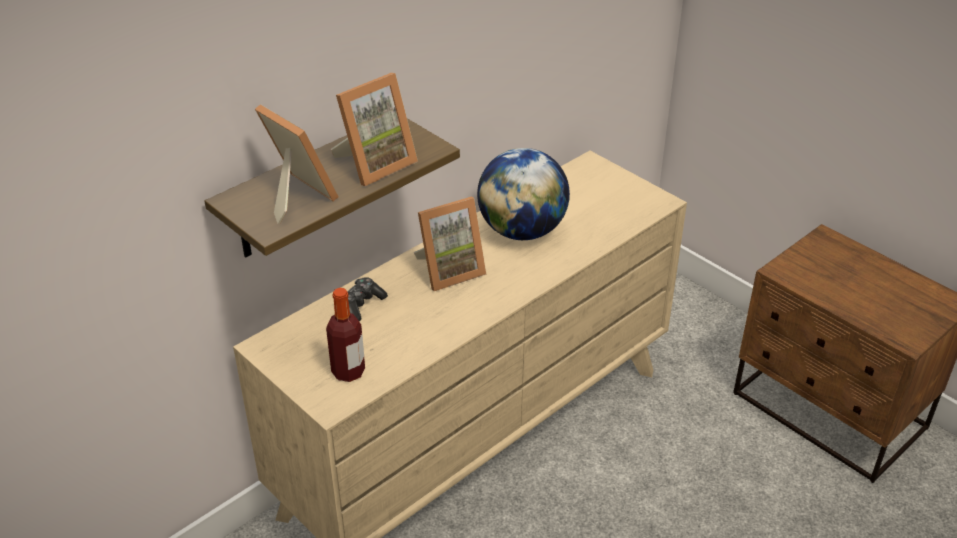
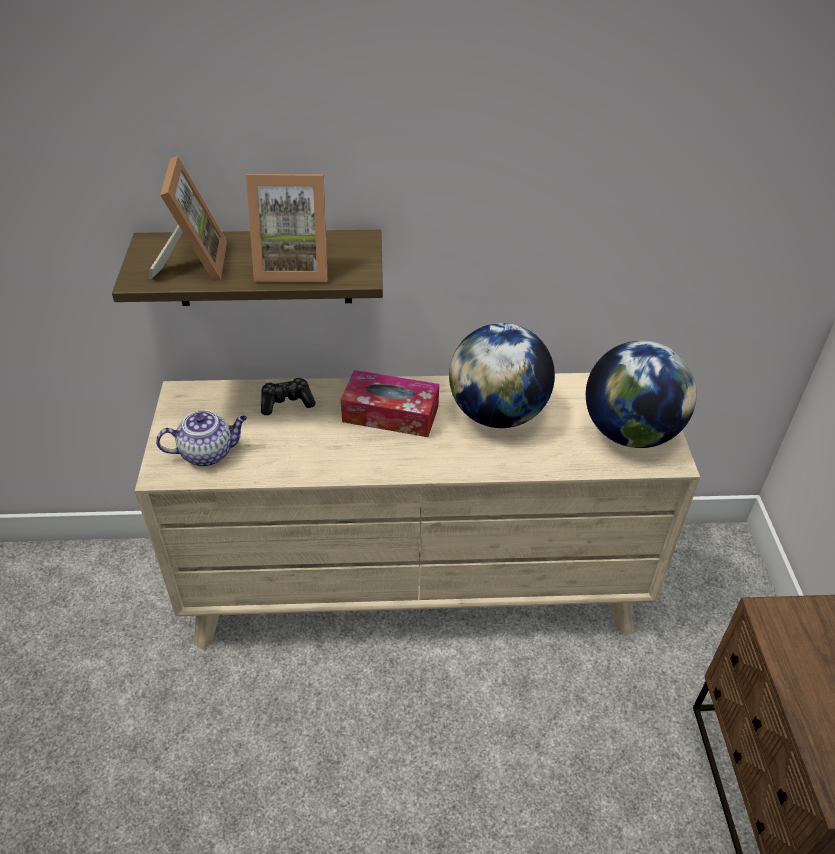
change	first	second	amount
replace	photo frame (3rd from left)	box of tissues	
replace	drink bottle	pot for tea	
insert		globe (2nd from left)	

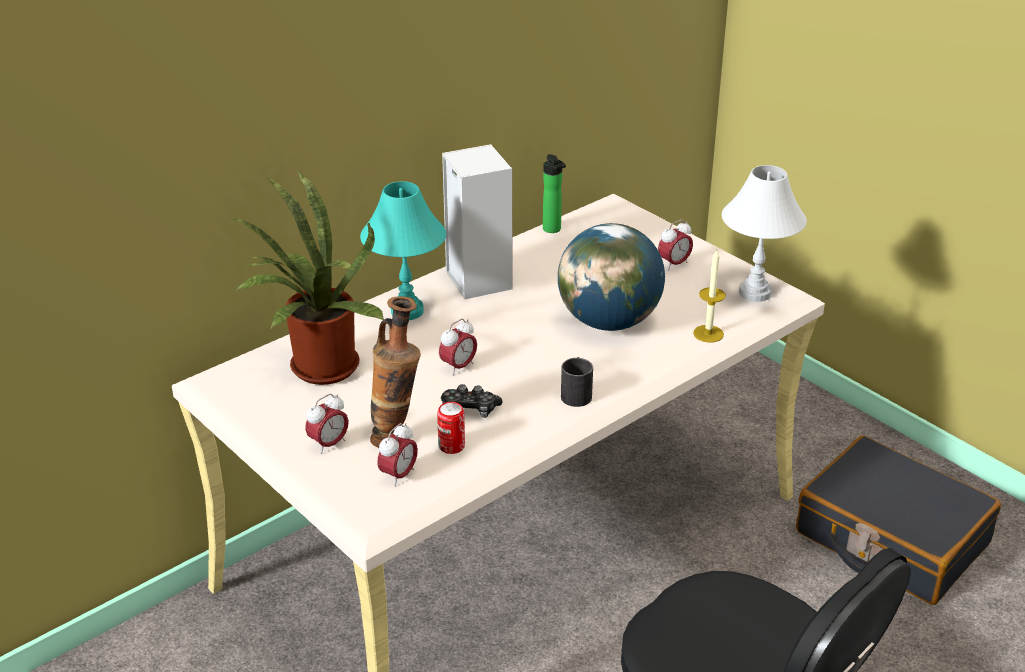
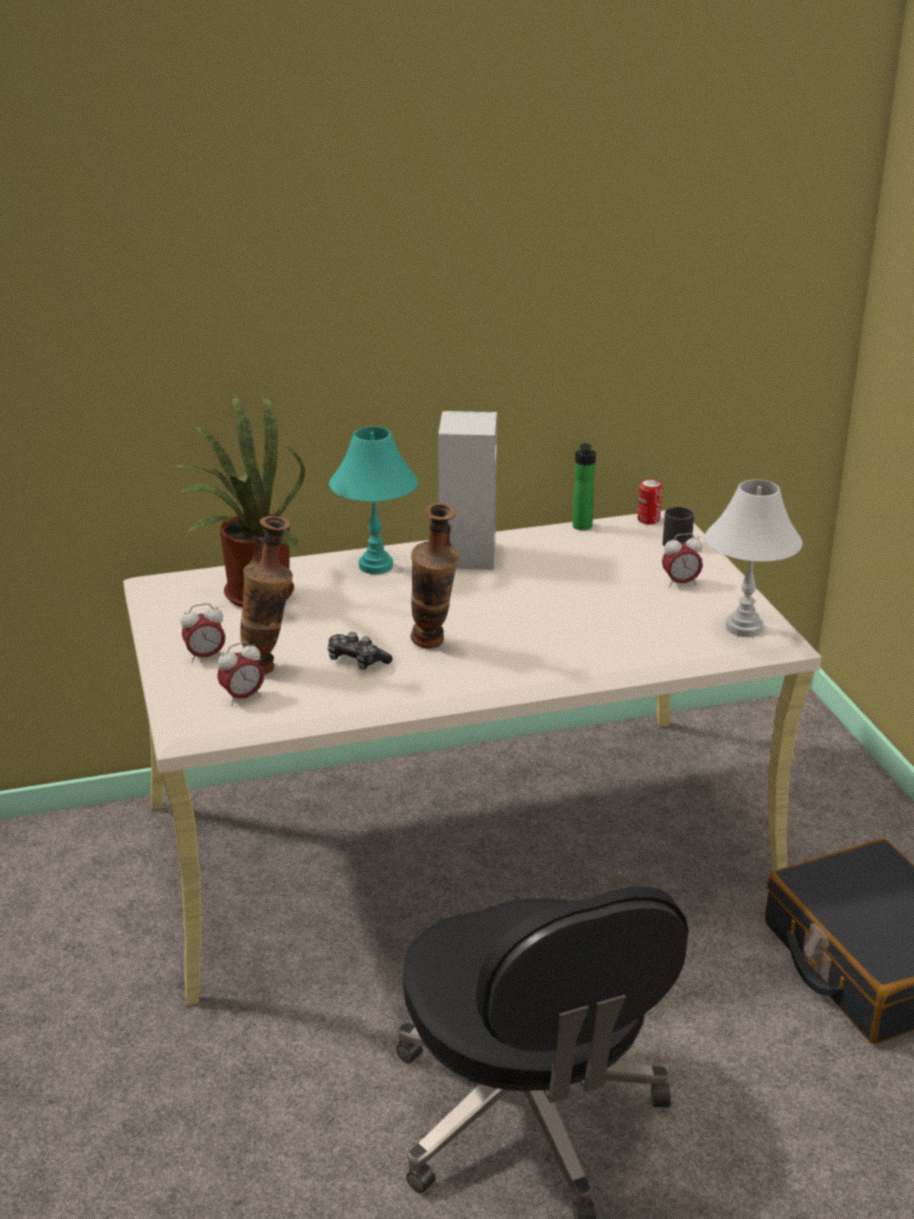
change	first	second	amount
delete	globe		
delete	wax candle		
delete	bedside clock (3rd from left)		
move	coffee mug in black-coloured		
move	metal can		
insert		decorative vase (2nd from left)	

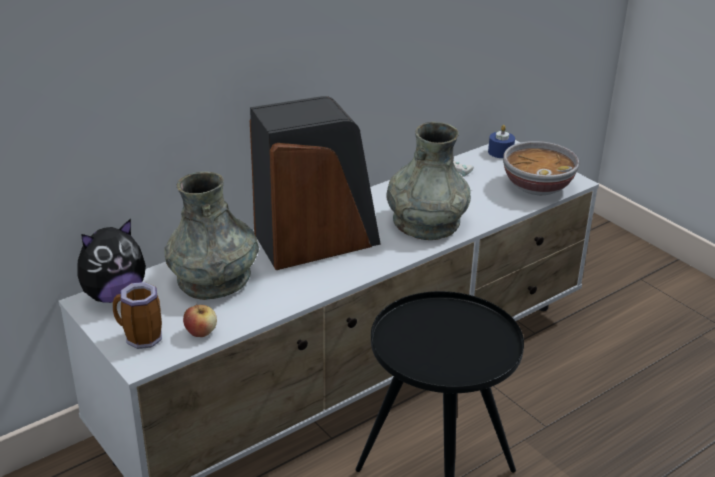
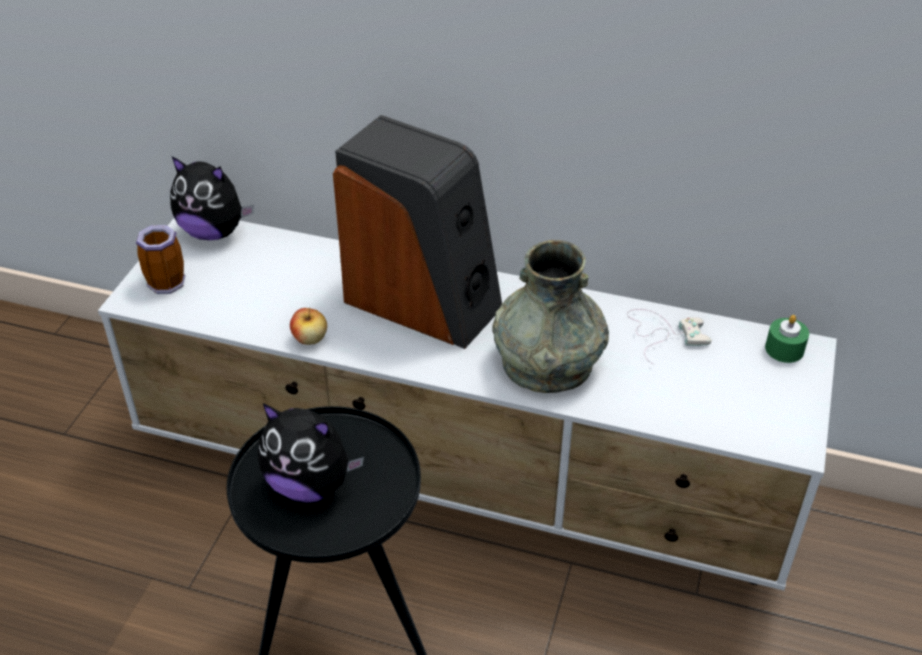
change	first	second	amount
recolor	wax candle in bluish	wax candle in green-coloured	
delete	serving bowl		
delete	decorative vase in greyish (1st from left)		
move	whole apple		
insert		soft toy (2nd from left)	

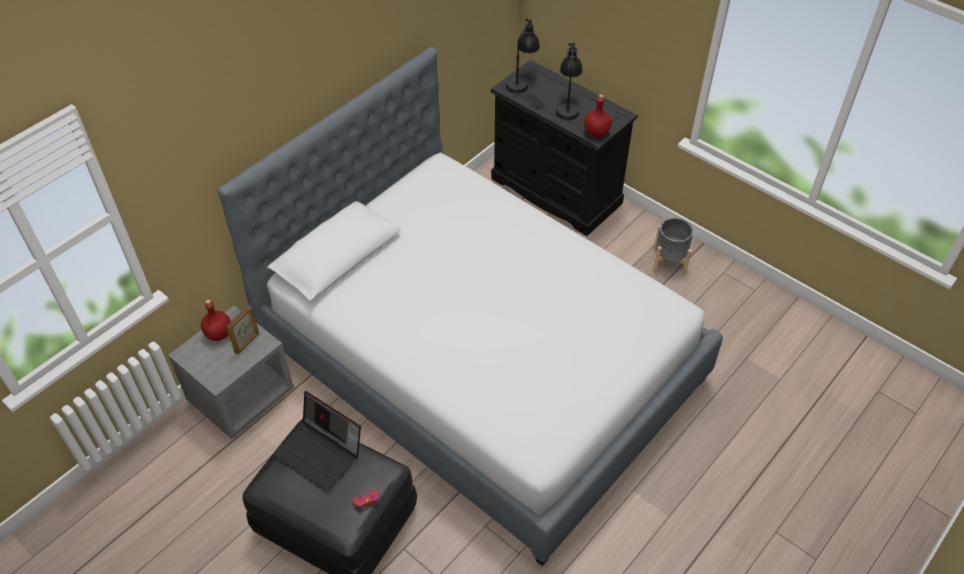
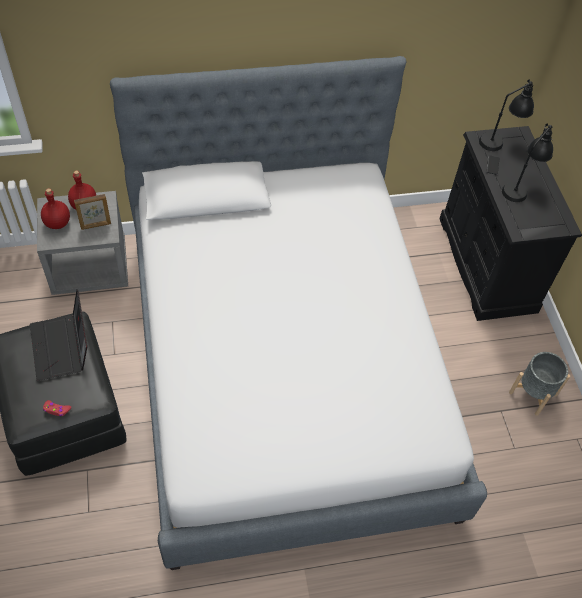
change	first	second	amount
move	drink bottle in red (2nd from left in the first image)	drink bottle in red (1st from left)	

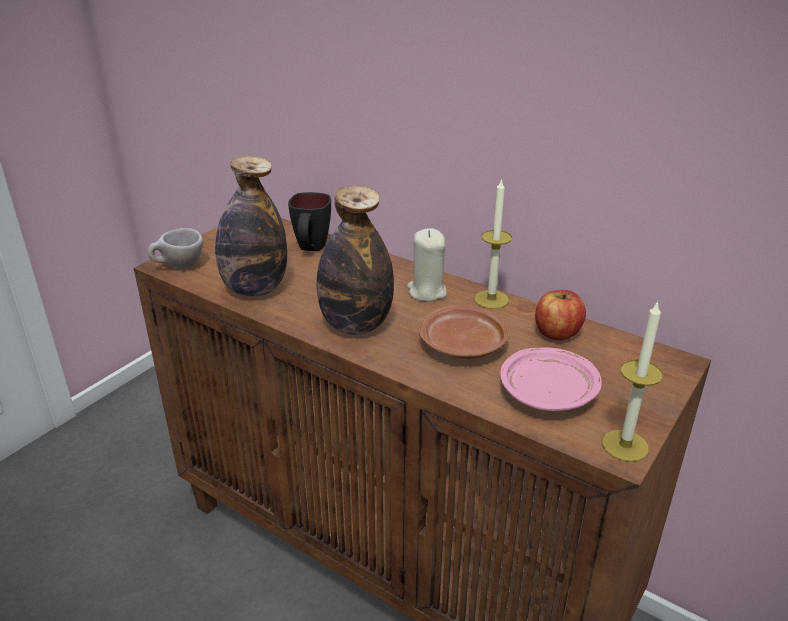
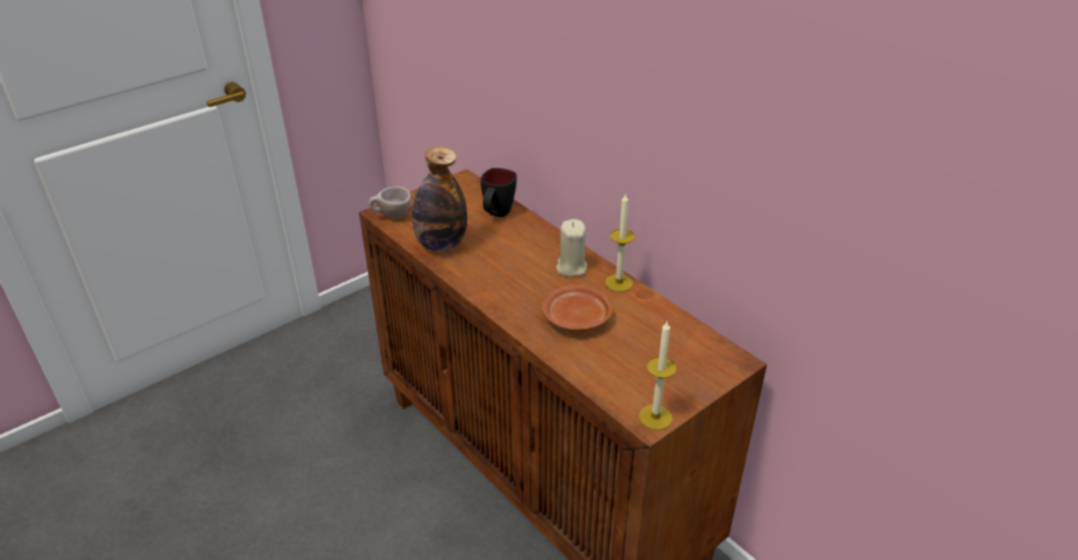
change	first	second	amount
delete	drink bottle (2nd from left)		
delete	whole apple		
delete	flat dish in pink		

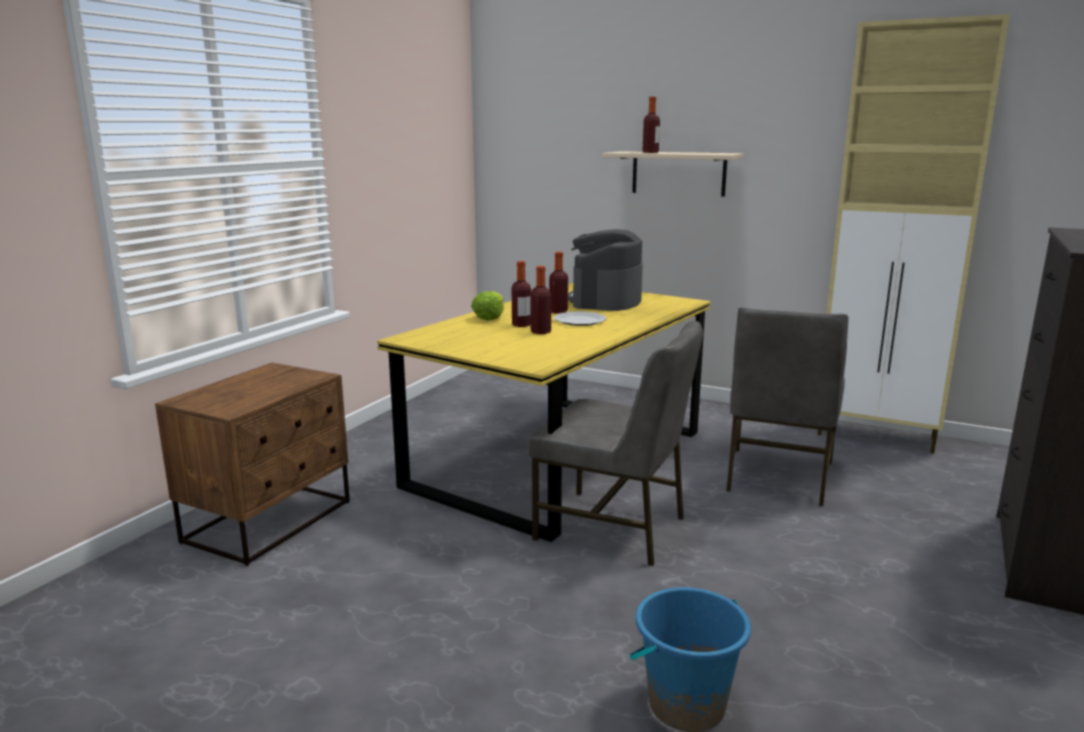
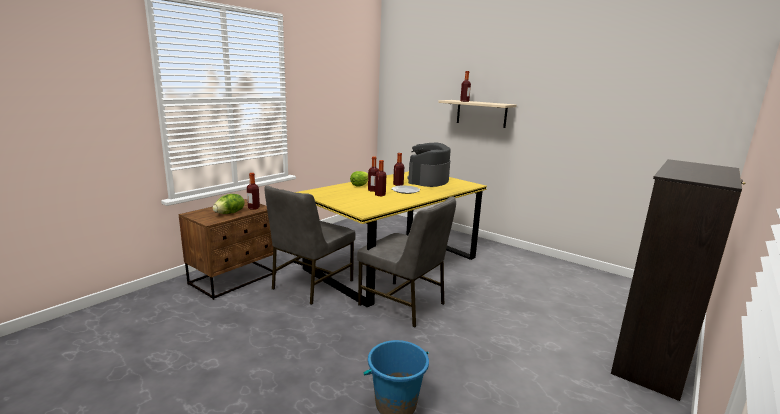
change	first	second	amount
delete	storage cabinet in beige		
move	plain chair in greyish (2nd from left in the first image)	plain chair in greyish (1st from left)	
insert		drink bottle (1st from left)	
insert		lettuce (1st from left)	

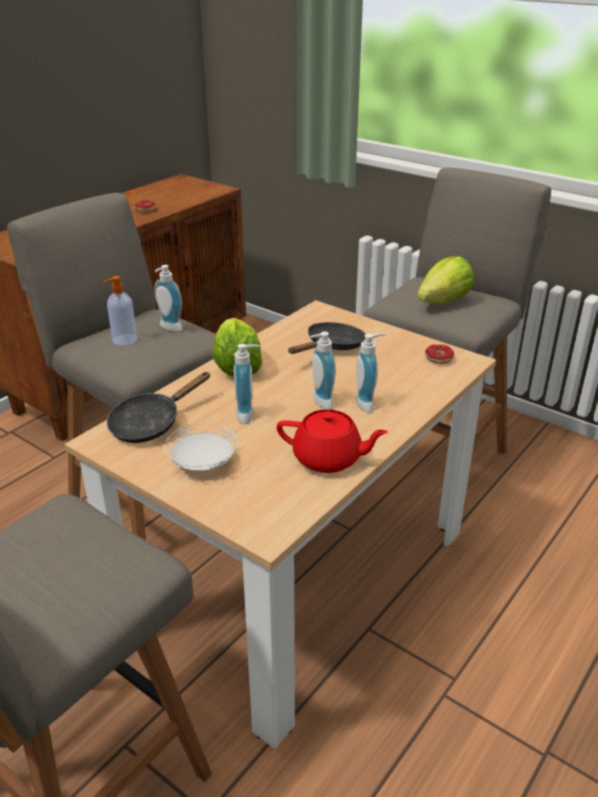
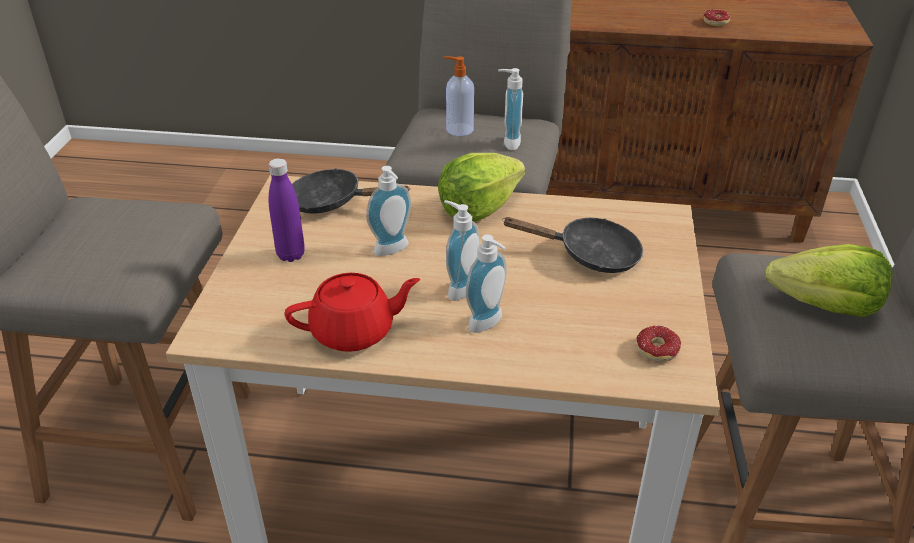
change	first	second	amount
rotate	pot for tea in red		90 degrees counterclockwise
replace	flat dish in whitish	drink bottle in purple	

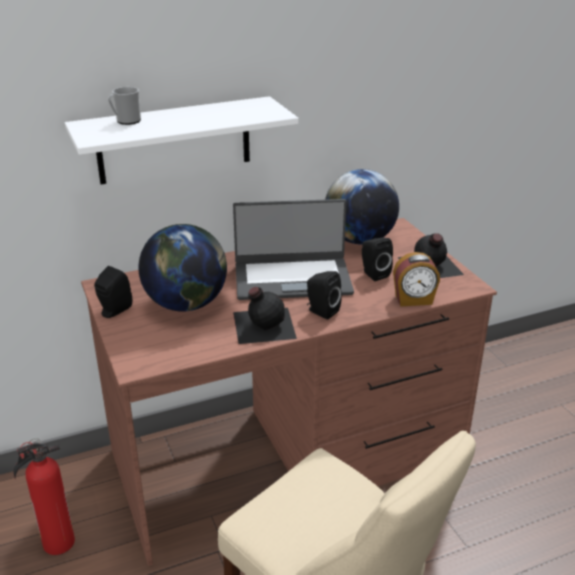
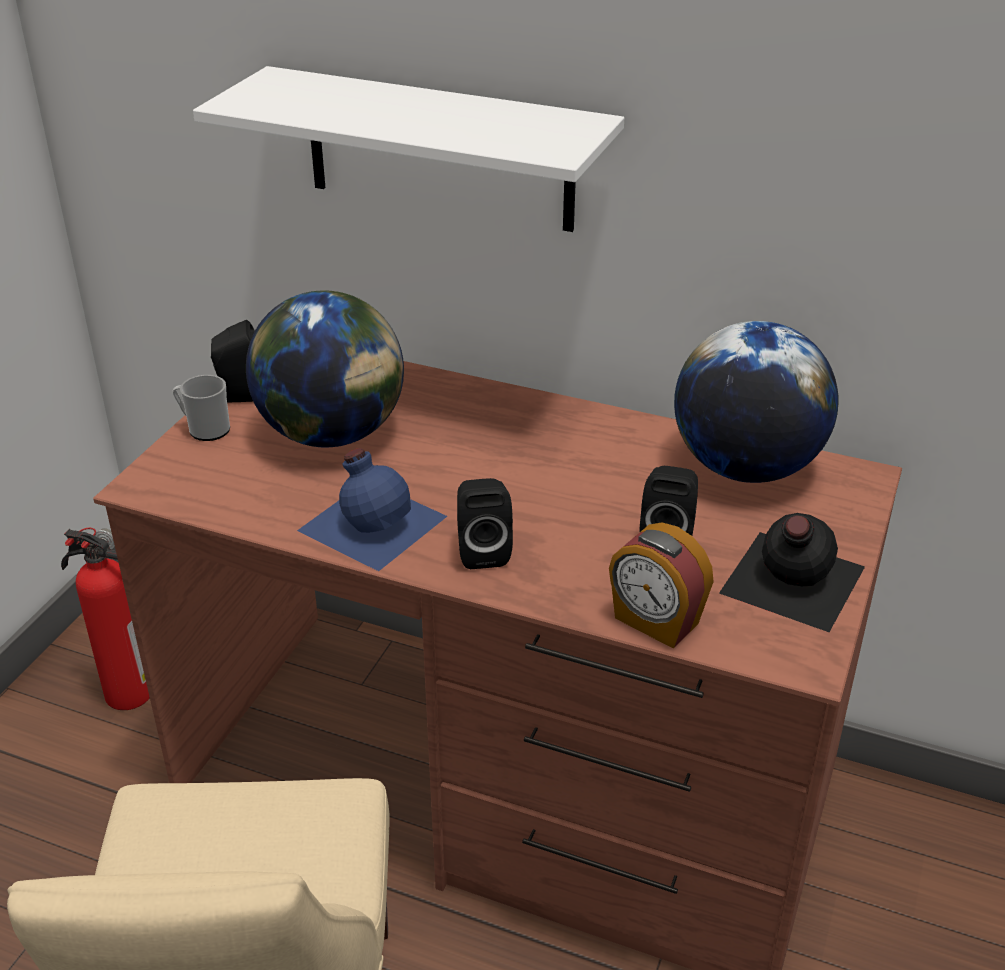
change	first	second	amount
move	coffee mug		
delete	portable computer		
recolor	drink bottle in black-coloured (1st from left)	drink bottle in bluish	

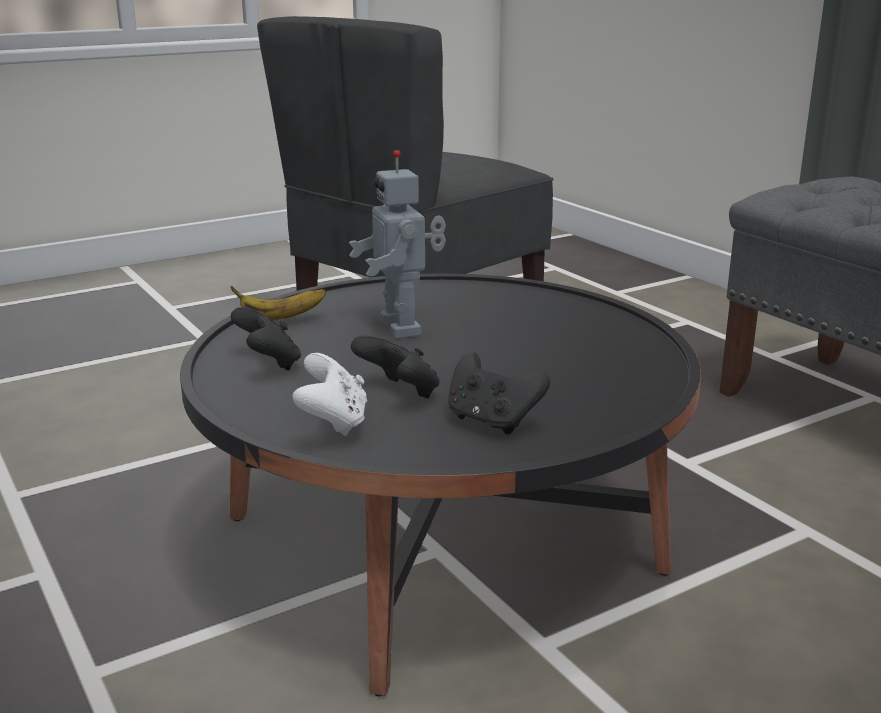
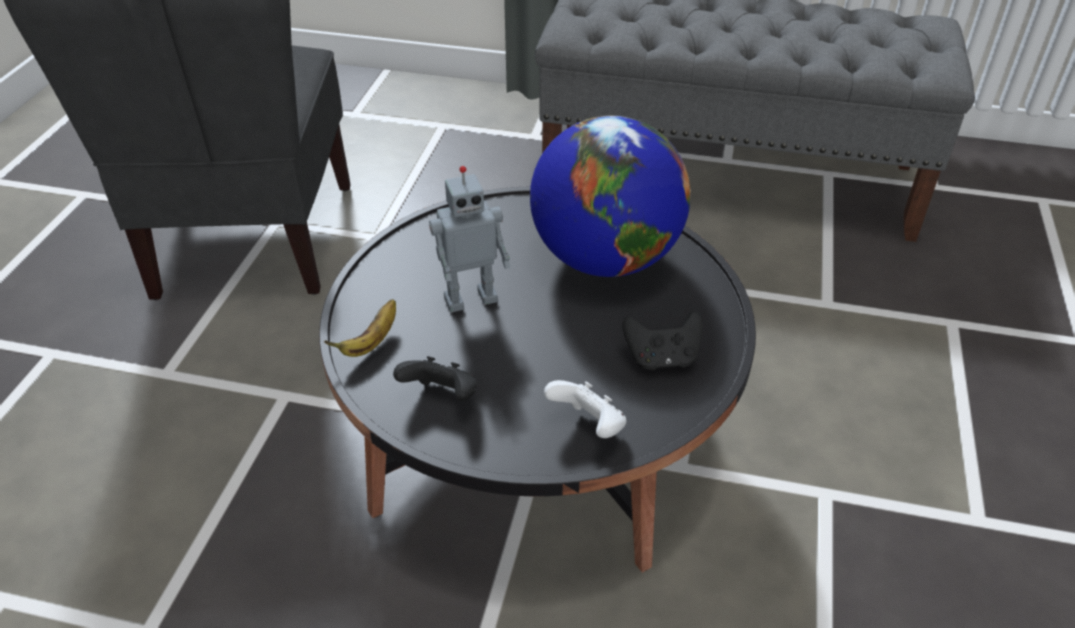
change	first	second	amount
rotate	model robot		45 degrees counterclockwise
delete	game controller in black-coloured (2nd from left)		
insert		globe	

